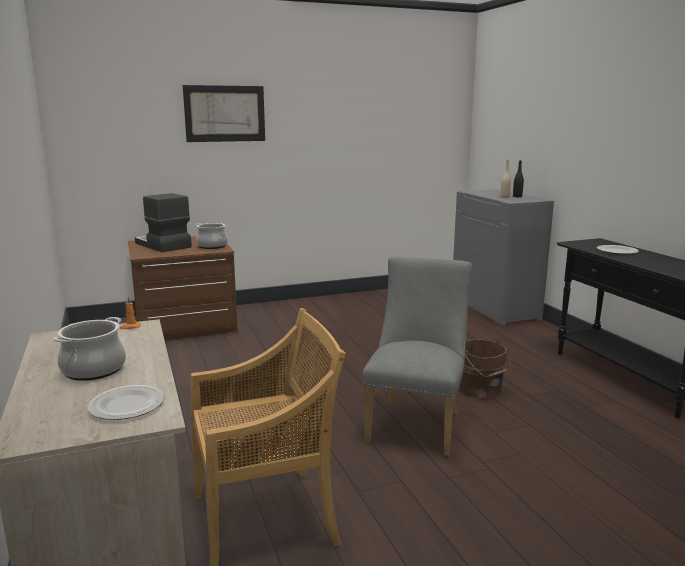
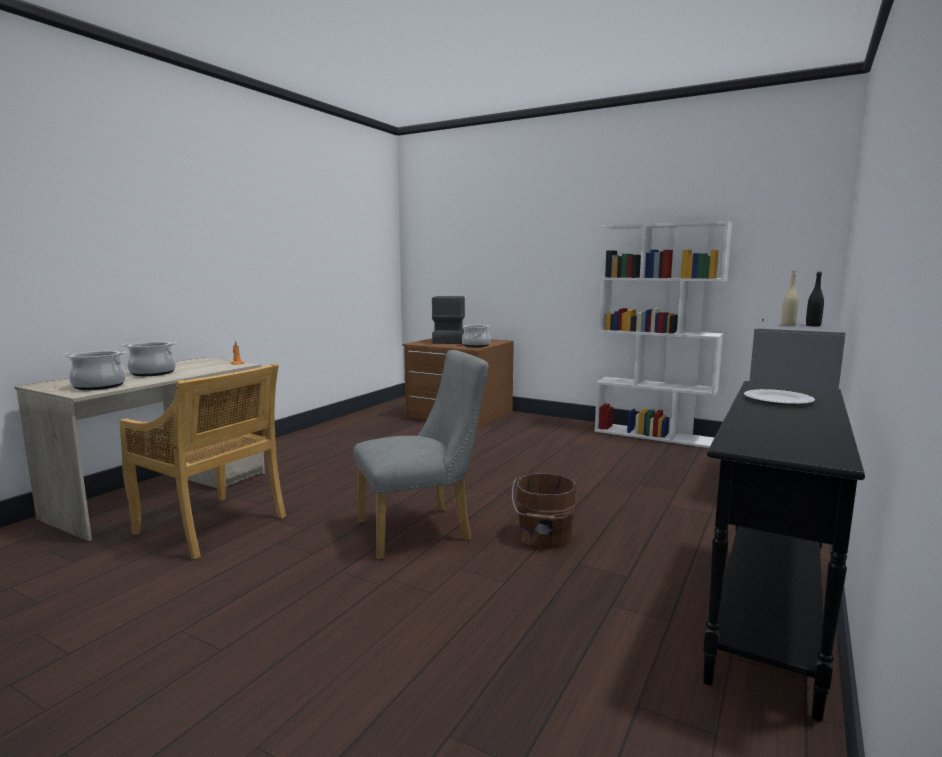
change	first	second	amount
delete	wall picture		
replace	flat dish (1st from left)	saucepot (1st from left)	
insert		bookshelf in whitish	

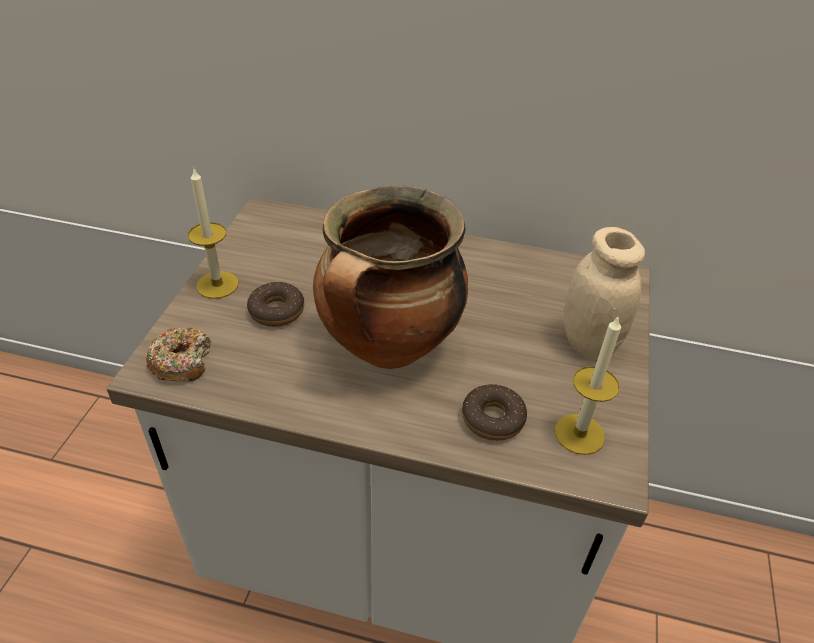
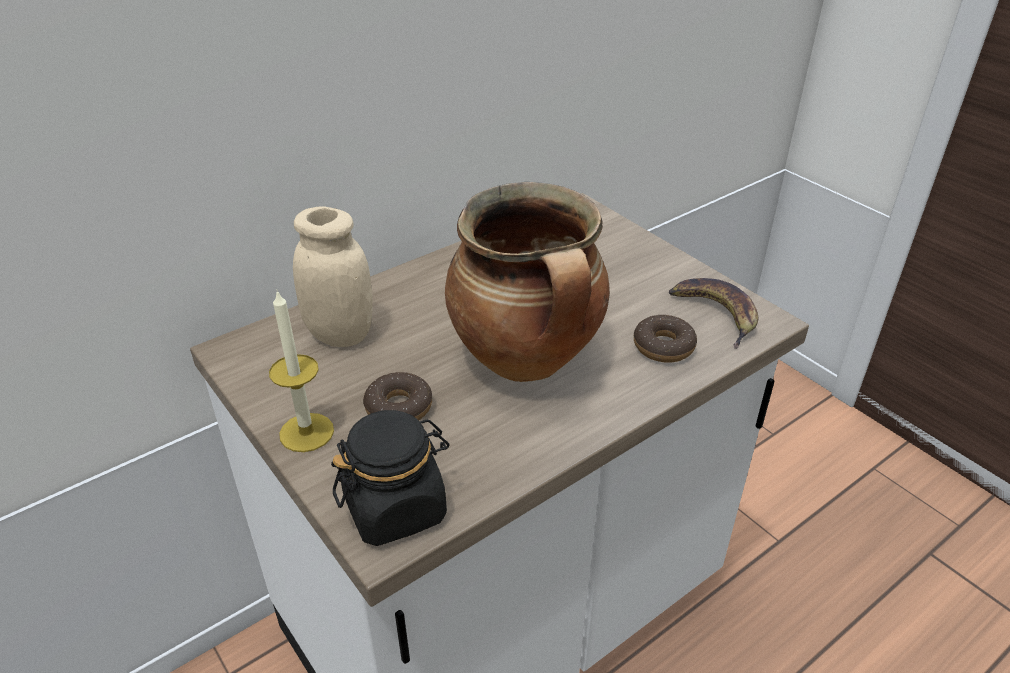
change	first	second	amount
move	jar in beige		
replace	wax candle (2nd from left)	whole banana	
replace	doughnut (1st from left)	jar in black-coloured	

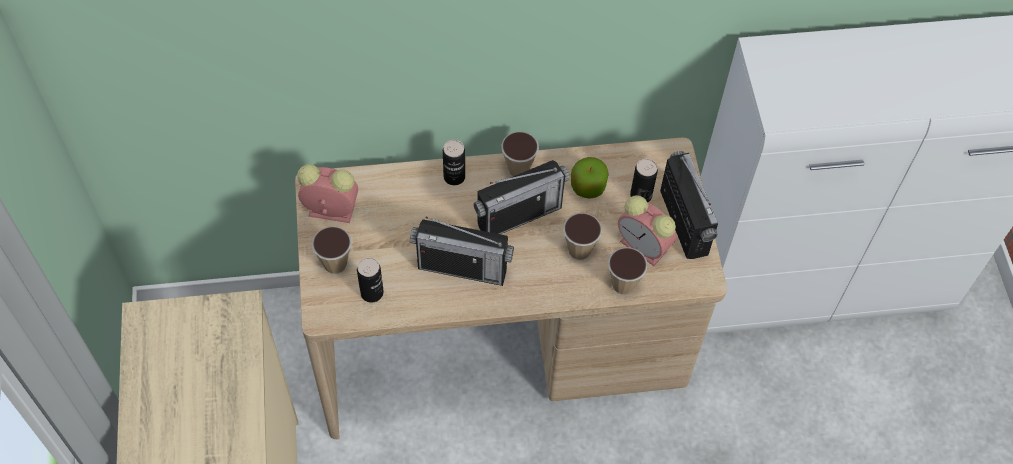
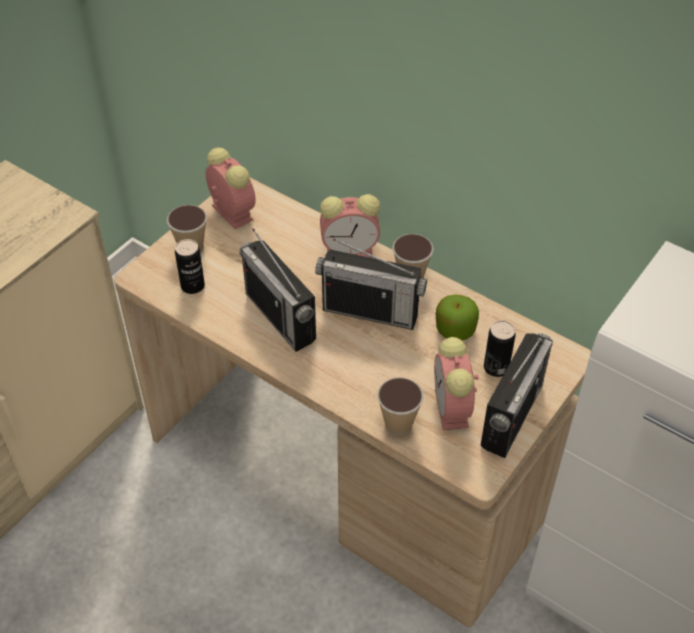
change	first	second	amount
replace	metal can (2nd from left)	bedside clock (2nd from left)	
delete	cup (3rd from left)		

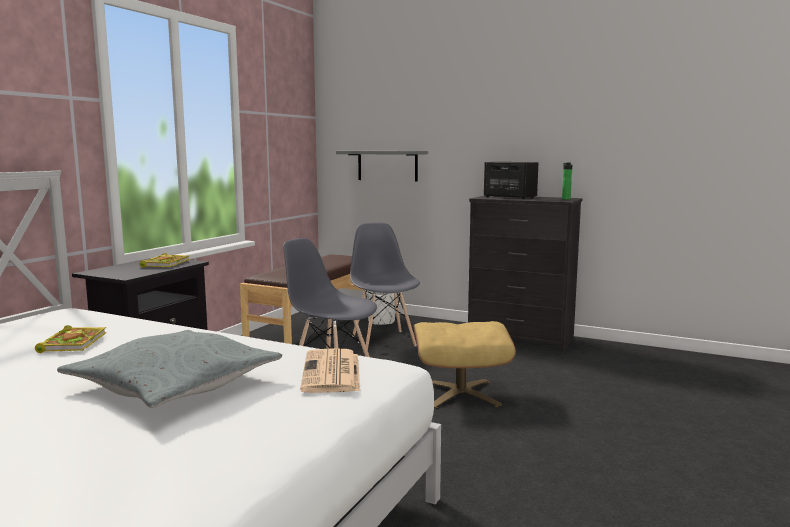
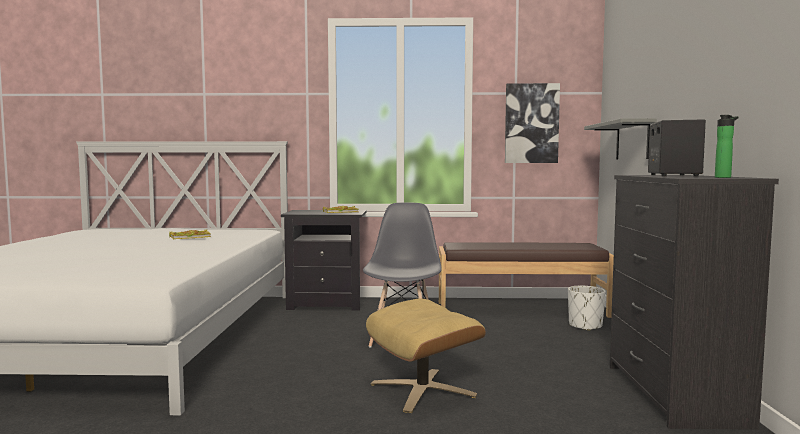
change	first	second	amount
delete	plain chair in greyish (2nd from left)		
delete	cushion in greyish		
delete	newspaper		
insert		wall picture	

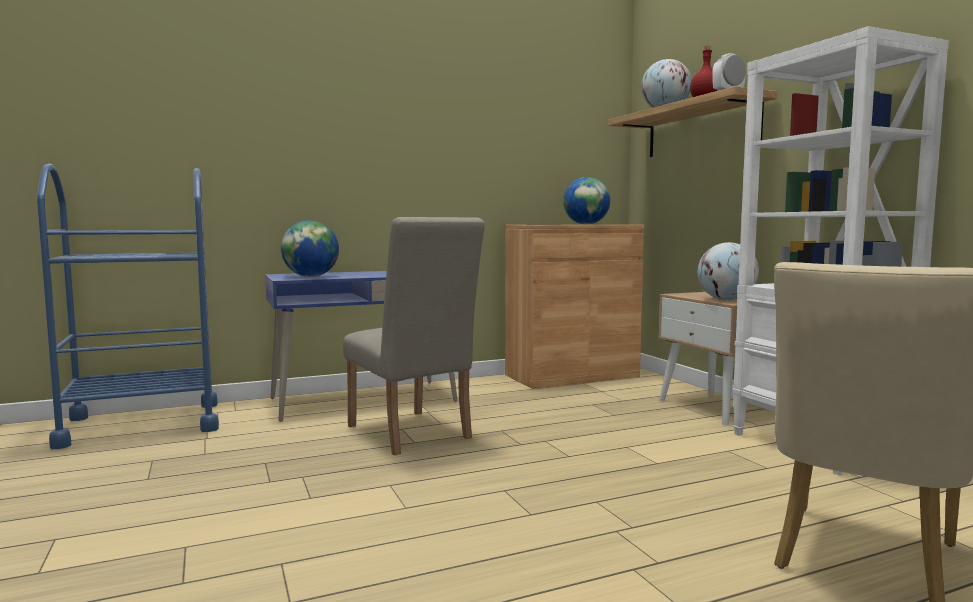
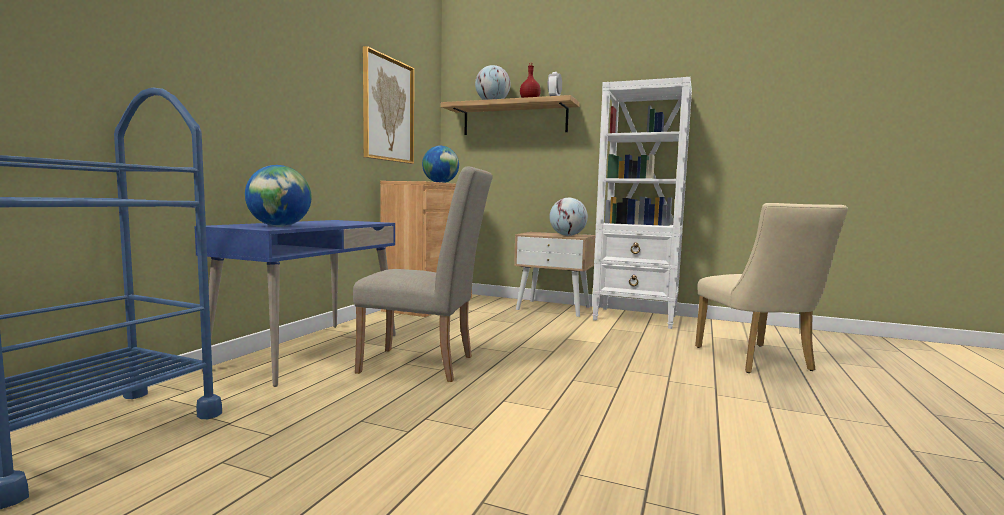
change	first	second	amount
insert		wall picture	

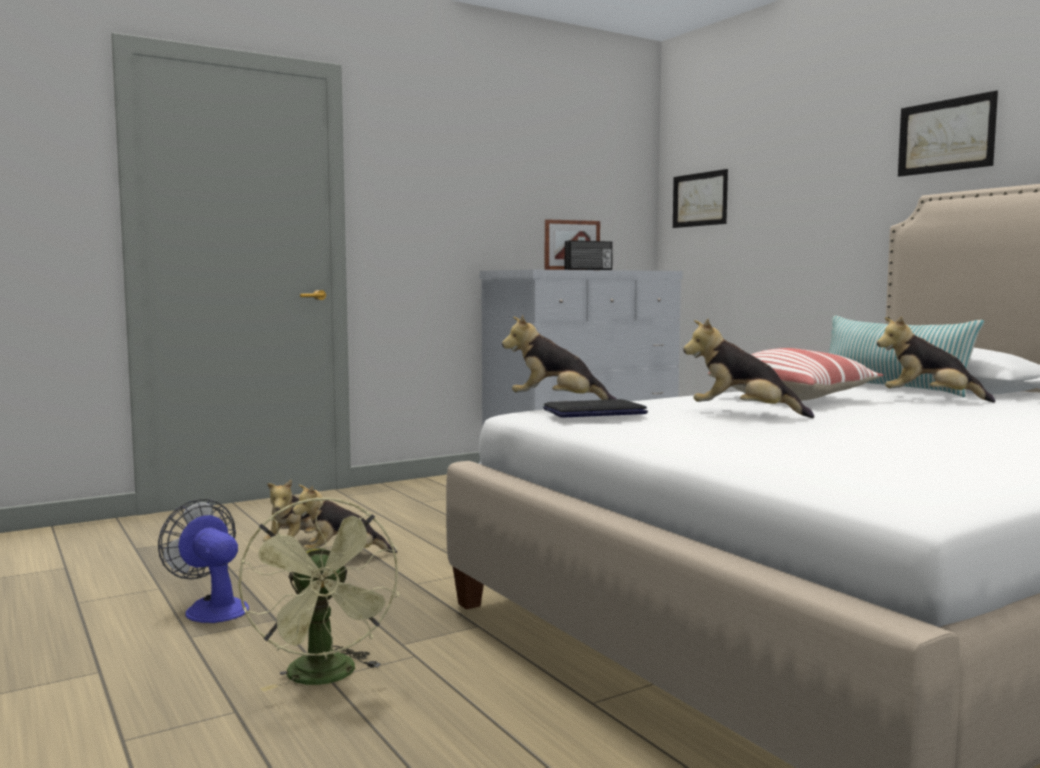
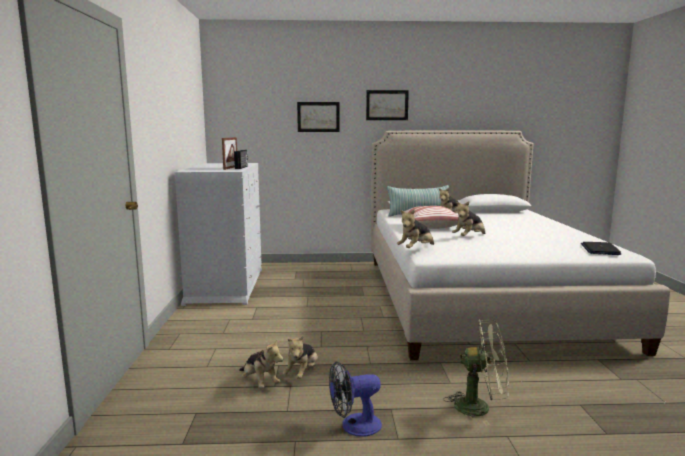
change	first	second	amount
move	wall picture (1st from left)		
move	portable computer		

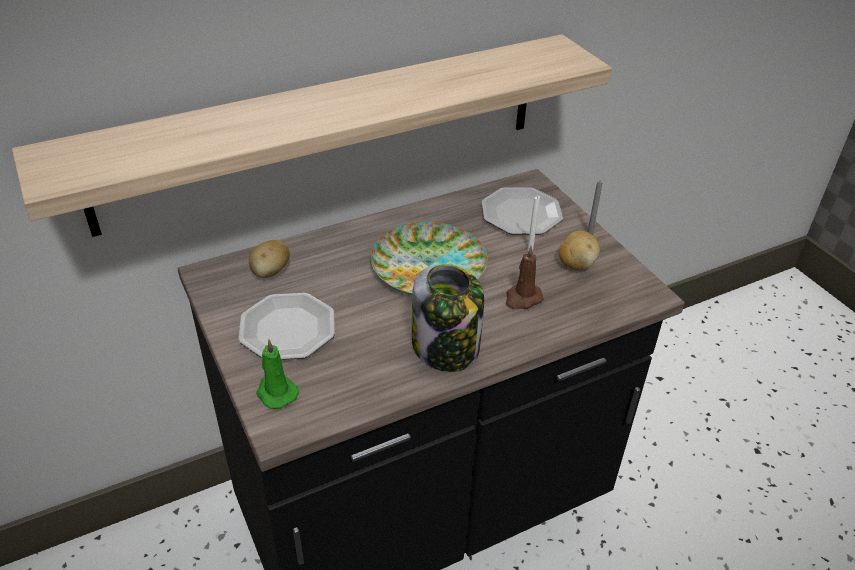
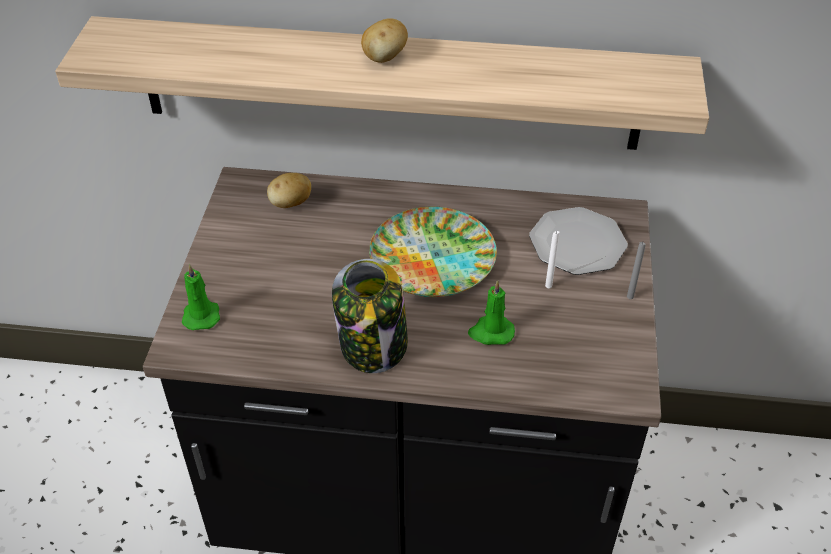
change	first	second	amount
move	spud (2nd from left)		
recolor	wax candle in brownish	wax candle in green-coloured (2nd from left)	
delete	flat dish (1st from left)		

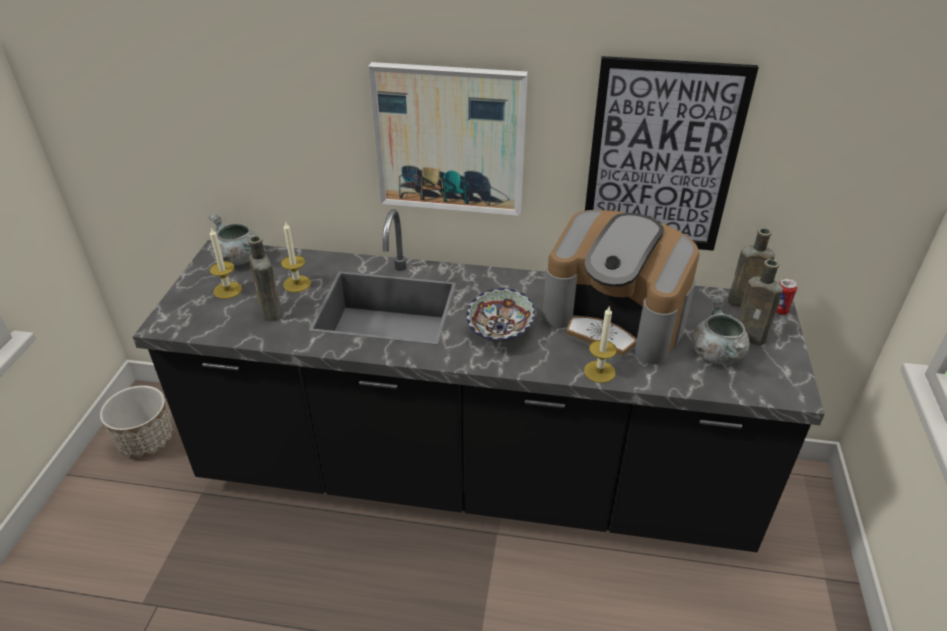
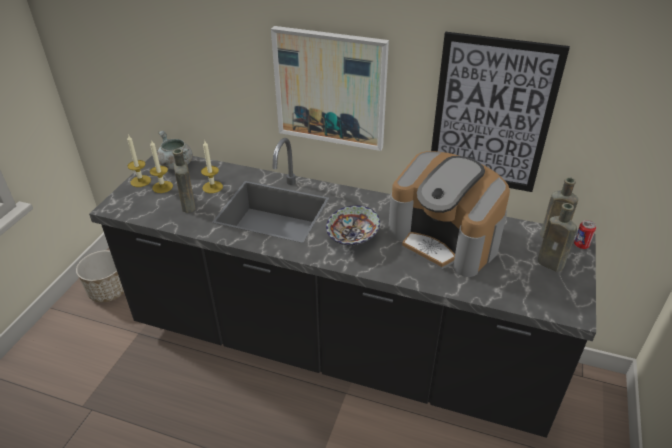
change	first	second	amount
delete	saucepot in greyish (2nd from left)		
move	wax candle (3rd from left in the first image)	wax candle (1st from left)	

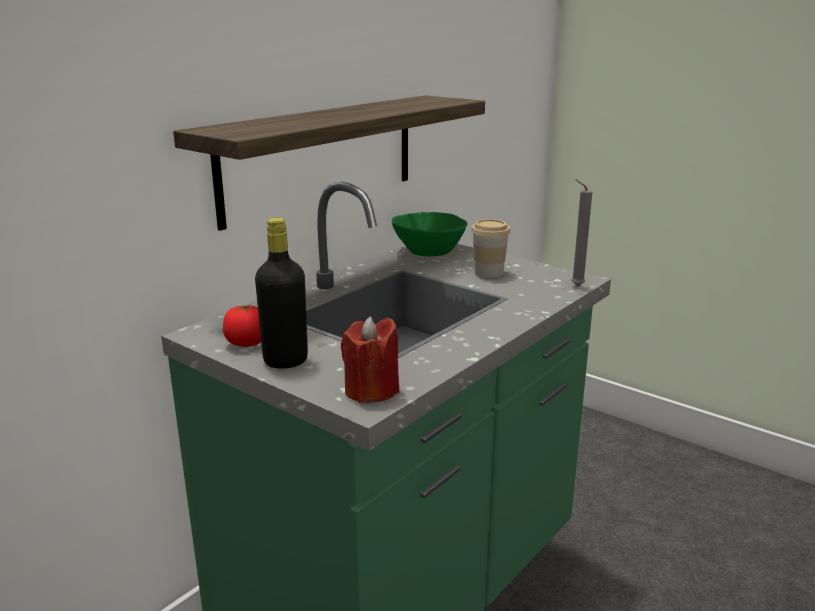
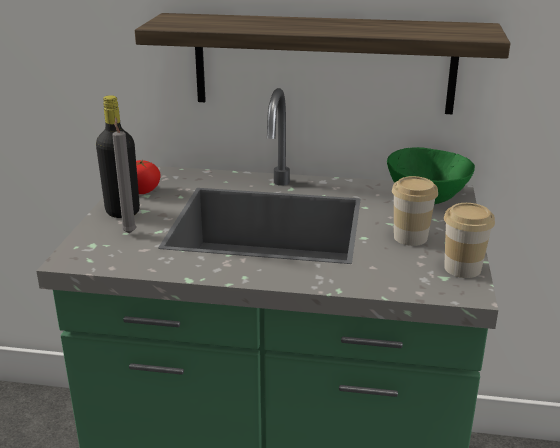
change	first	second	amount
move	wax candle in greyish		
delete	wax candle in red		
insert		cup (2nd from left)	

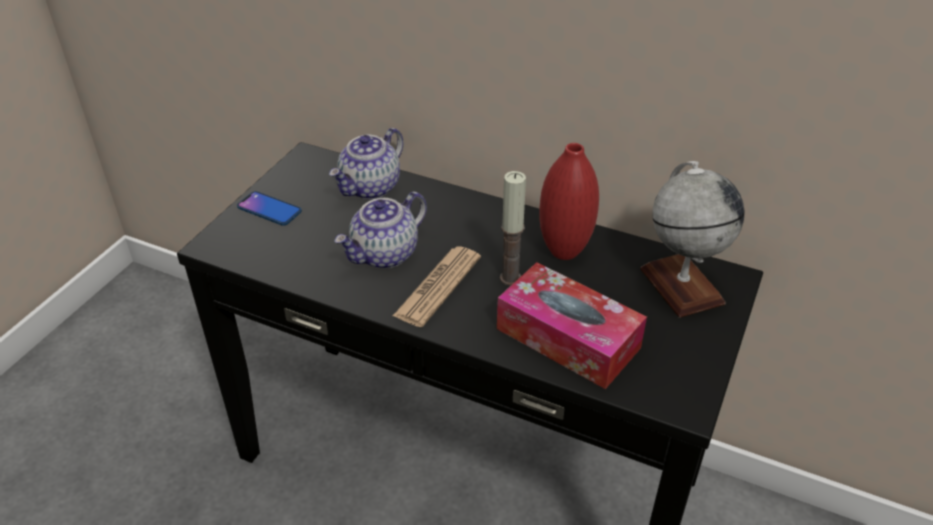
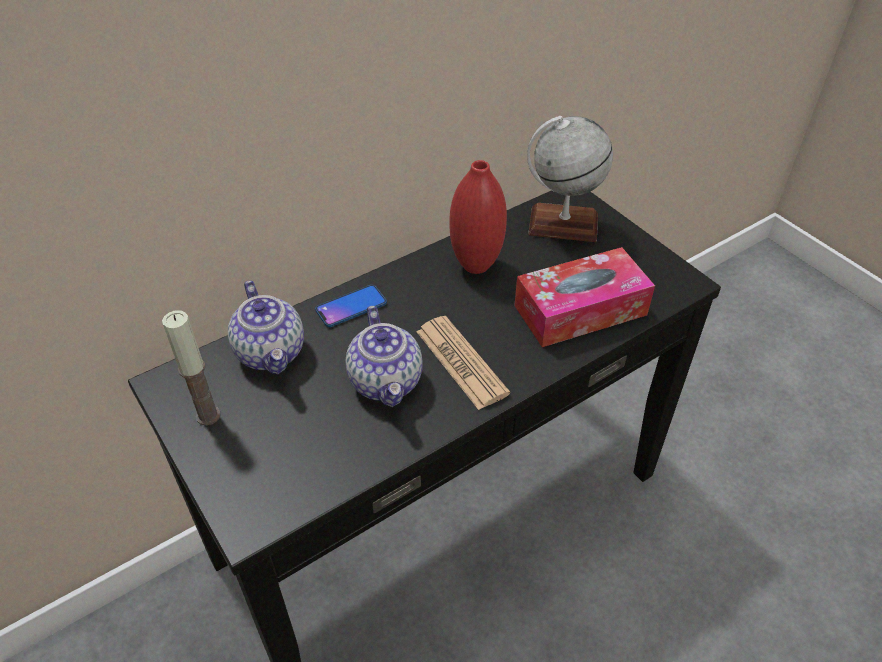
change	first	second	amount
move	wax candle		
move	phone		

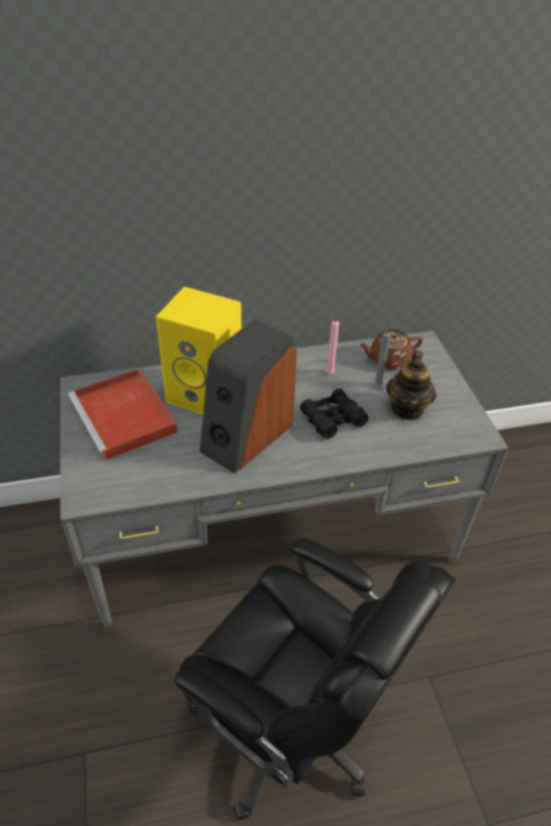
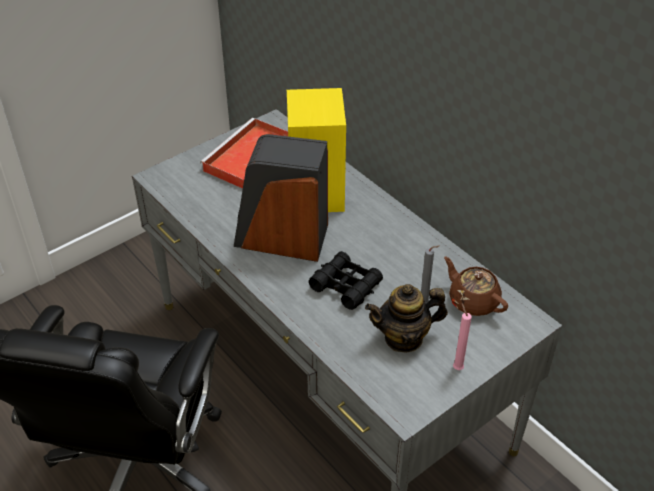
change	first	second	amount
move	wax candle in pink		

